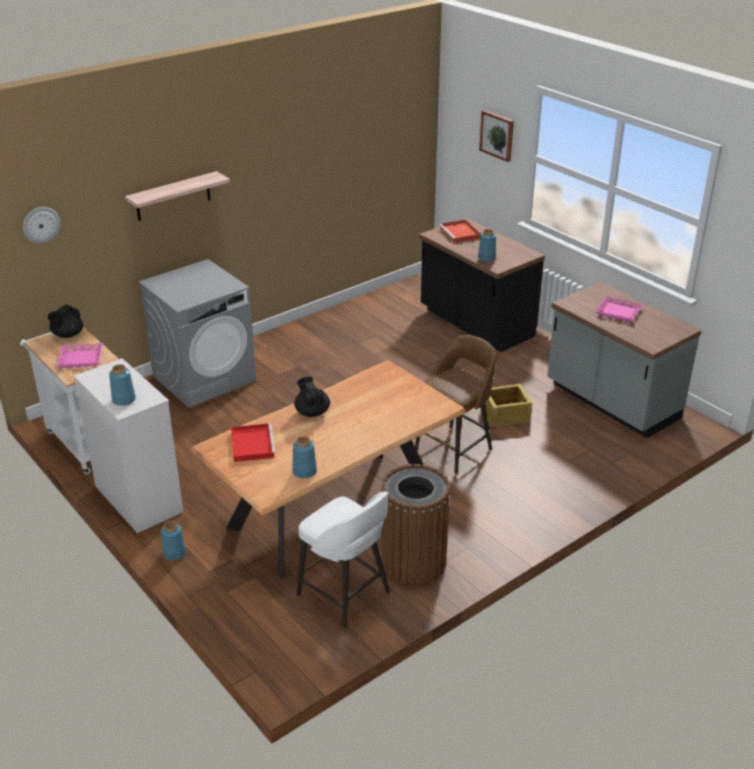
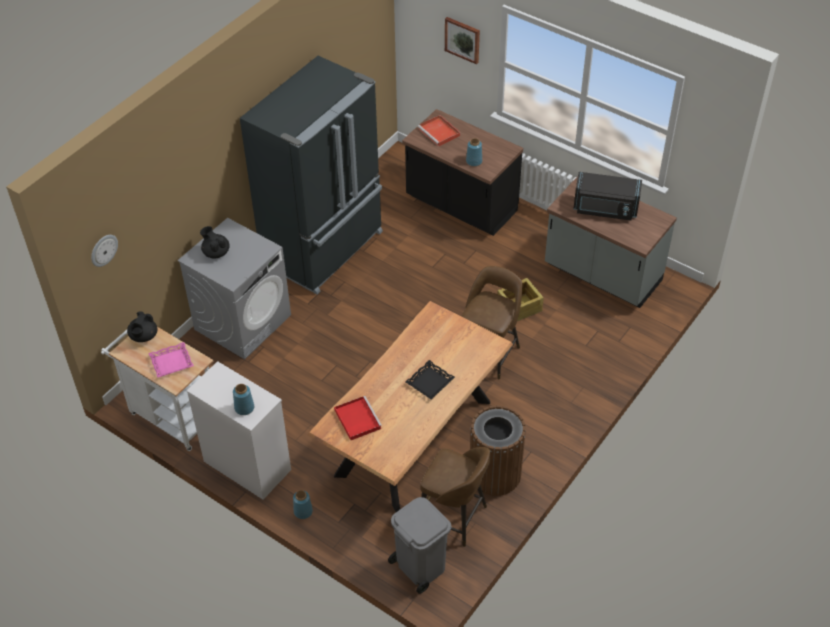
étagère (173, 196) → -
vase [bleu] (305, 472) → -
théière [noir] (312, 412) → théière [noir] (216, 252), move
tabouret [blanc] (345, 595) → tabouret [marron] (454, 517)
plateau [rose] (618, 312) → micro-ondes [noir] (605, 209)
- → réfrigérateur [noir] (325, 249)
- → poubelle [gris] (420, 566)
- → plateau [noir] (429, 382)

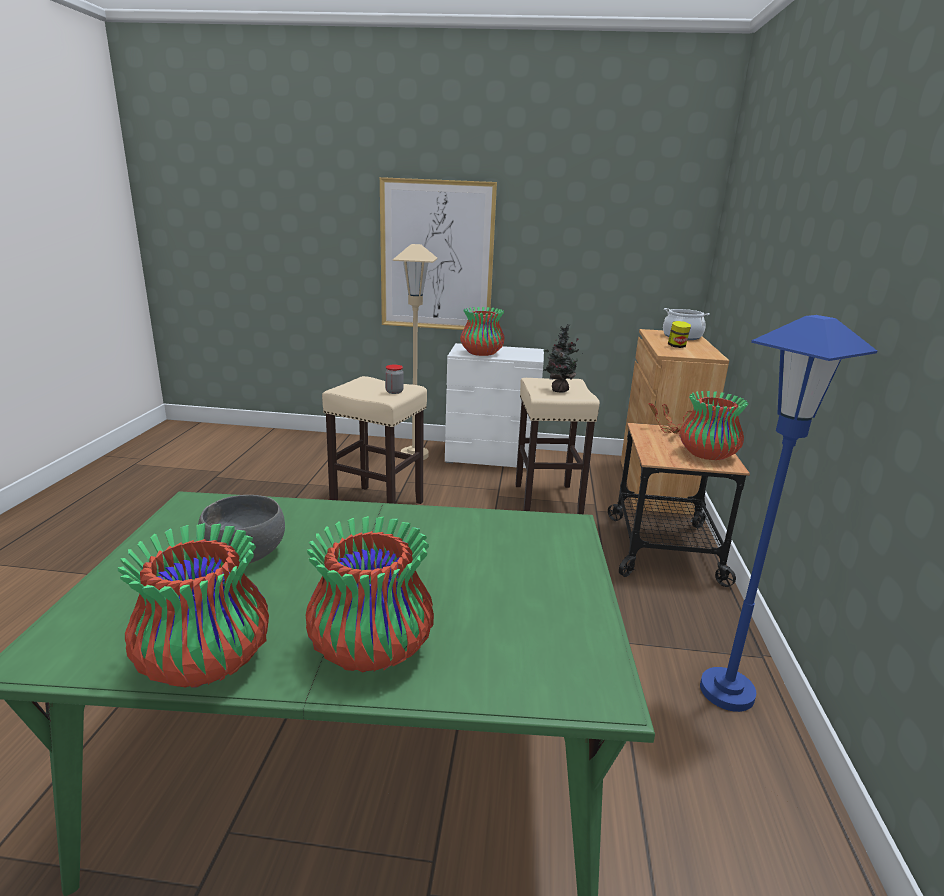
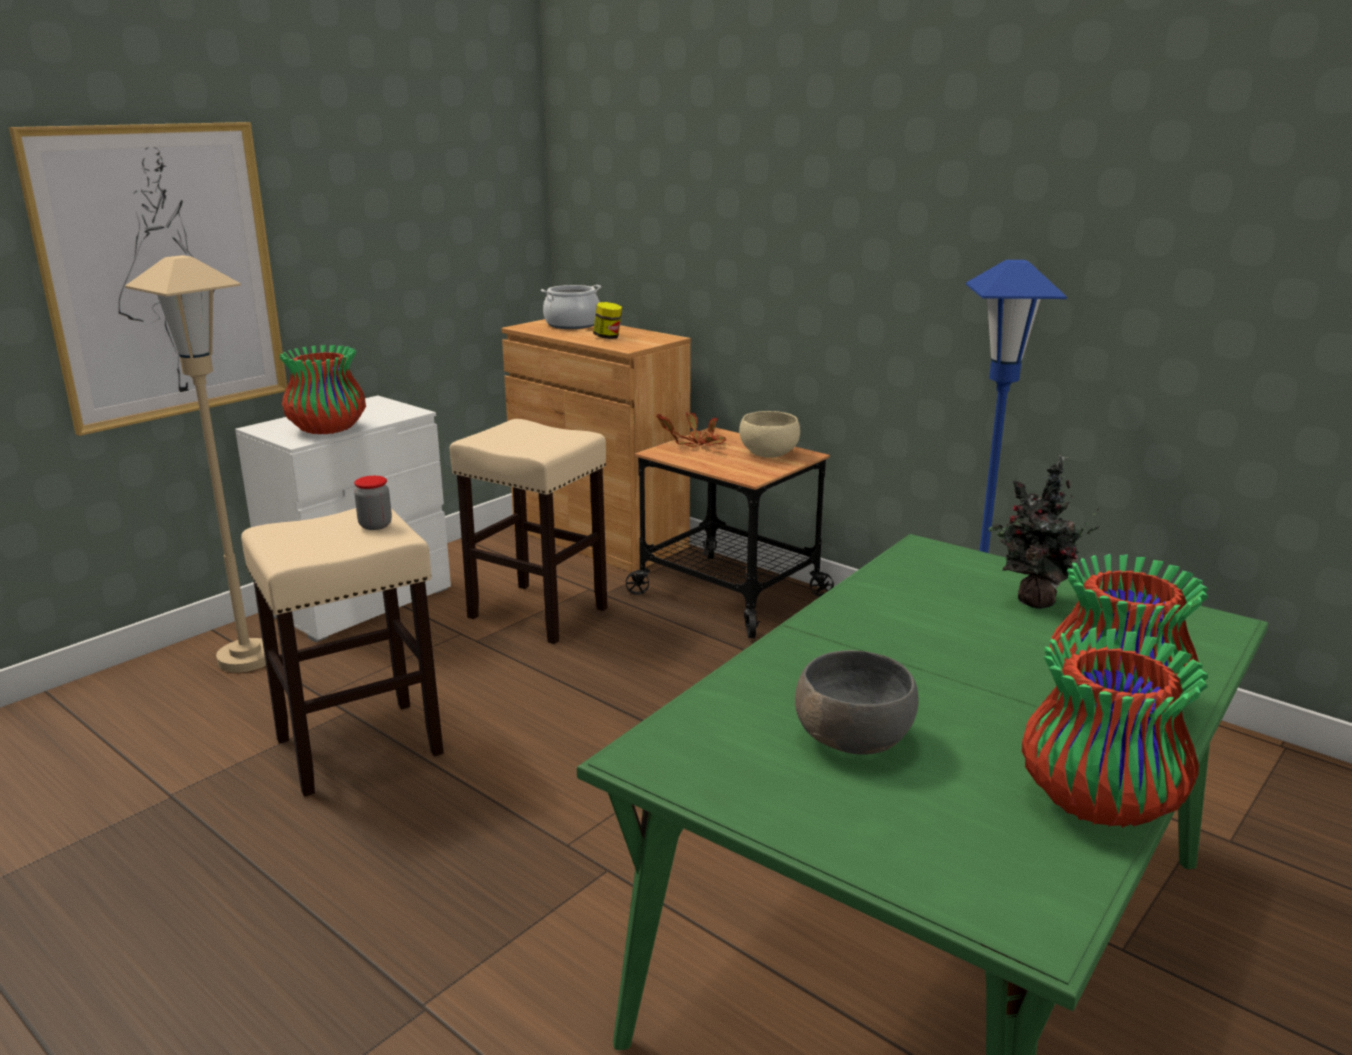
plante en pot (558, 390) → plante en pot (1033, 602), move
vase (707, 454) → bol [beige] (768, 453)

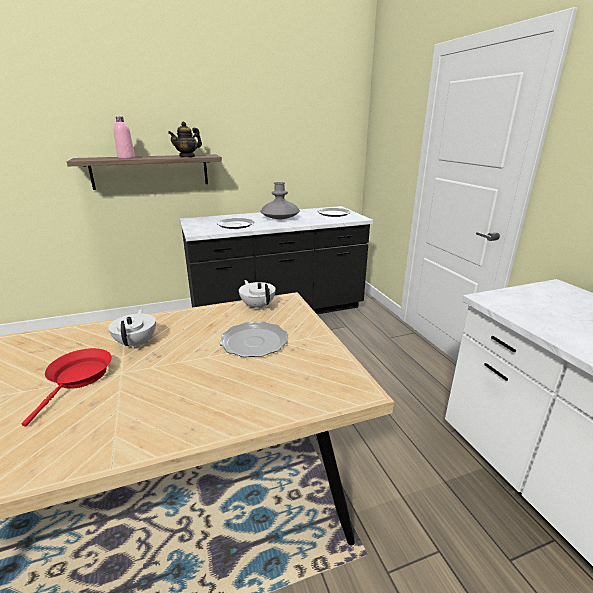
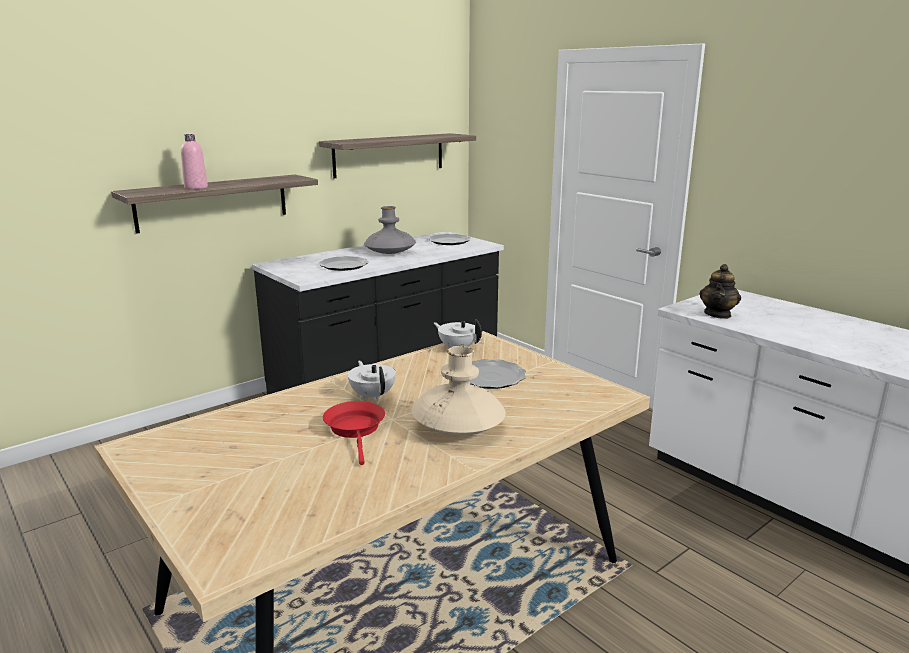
théière (187, 156) → théière (718, 314), move
- → étagère (389, 155)
- → vase [beige] (458, 427)

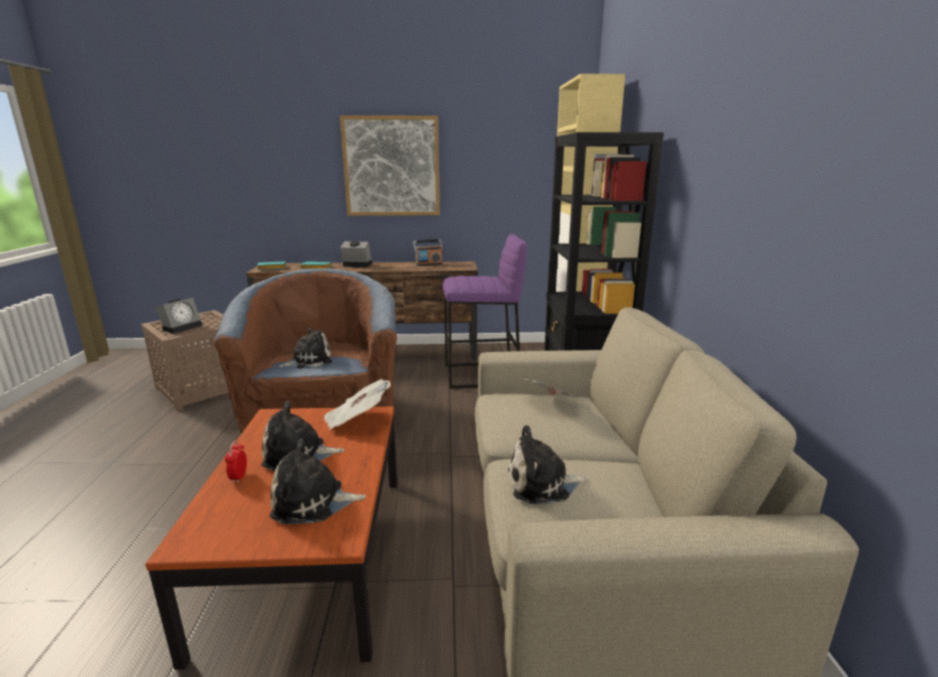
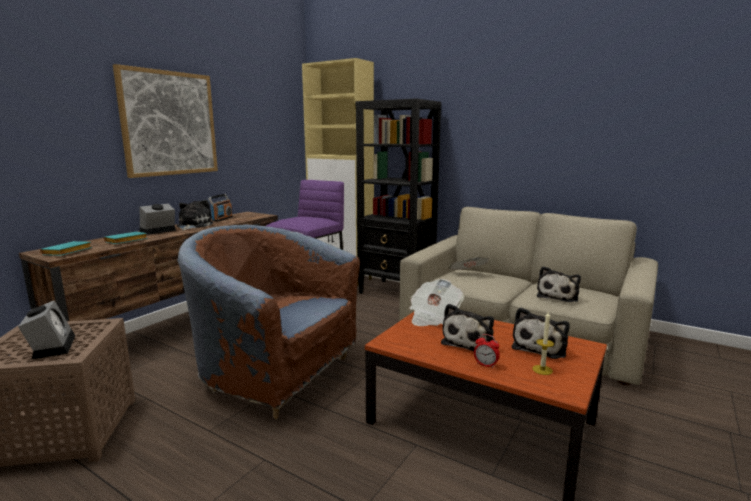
peluche (309, 361) → peluche (193, 225), move
- → bougie (542, 370)

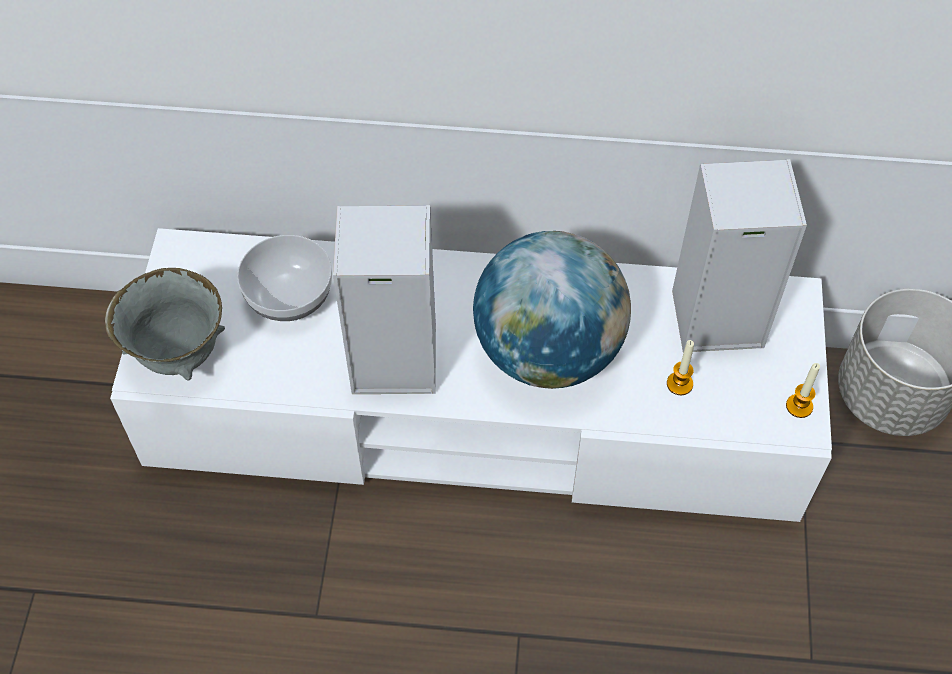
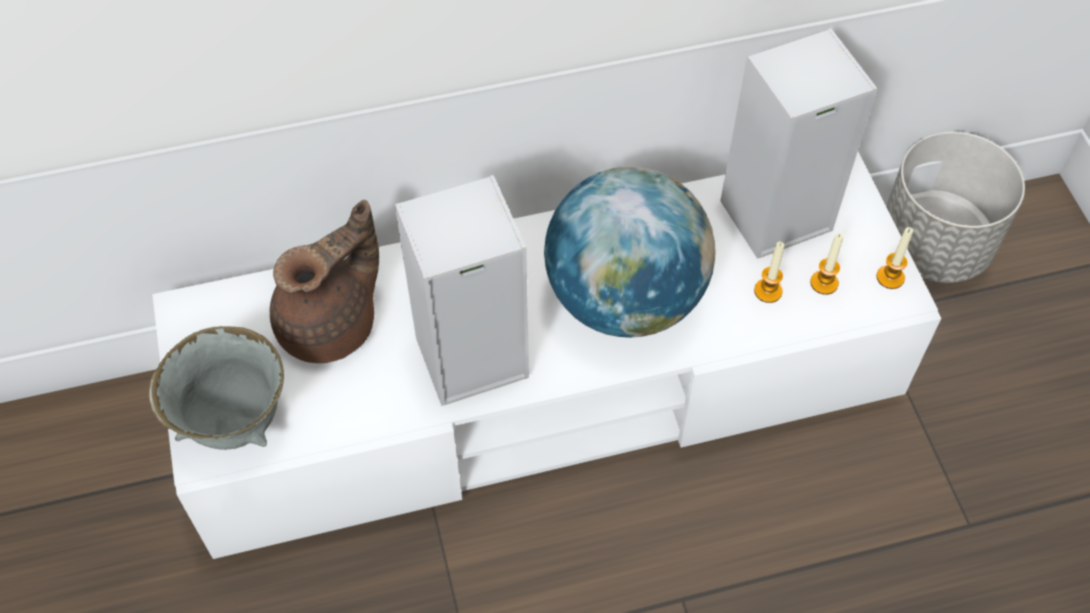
bol (290, 297) → théière [marron] (332, 324)
- → bougie (824, 283)

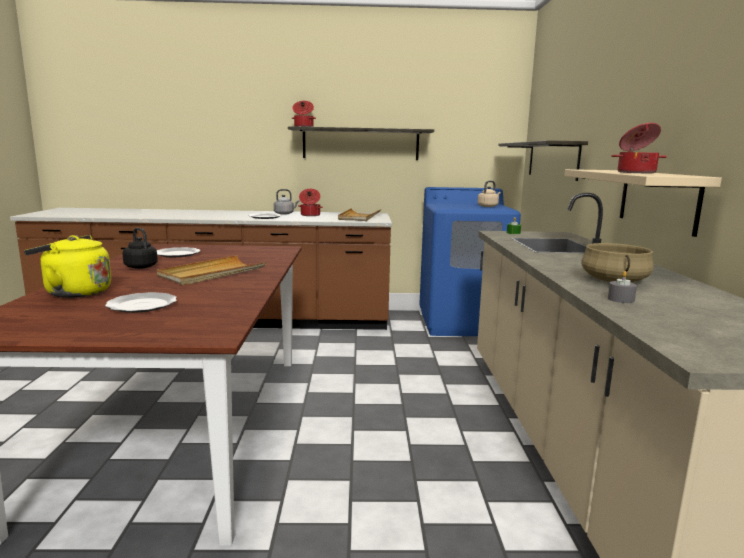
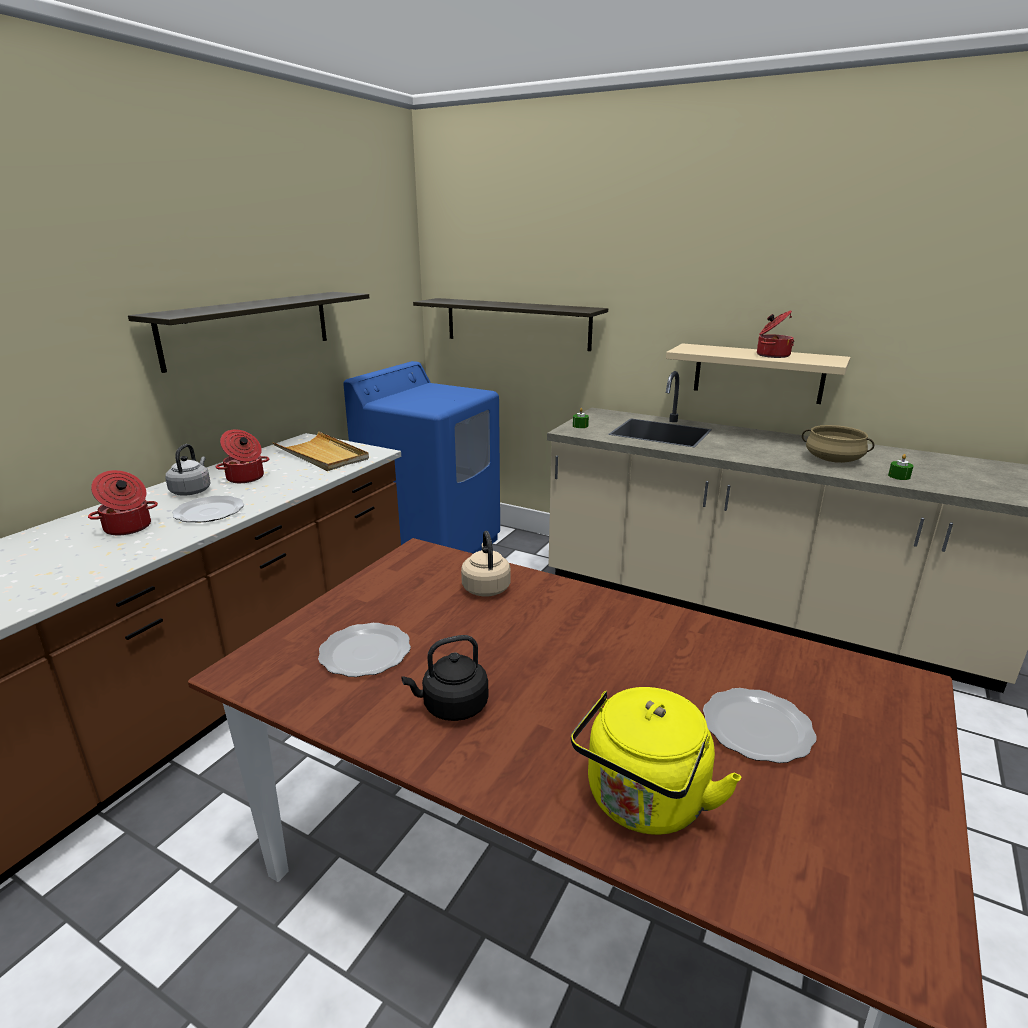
plateau [beige] (212, 273) → -
marmite (303, 127) → marmite (128, 528), move
bouilloire [beige] (488, 206) → bouilloire [beige] (486, 587), move
bougie [gris] (621, 299) → bougie [vert] (899, 476)

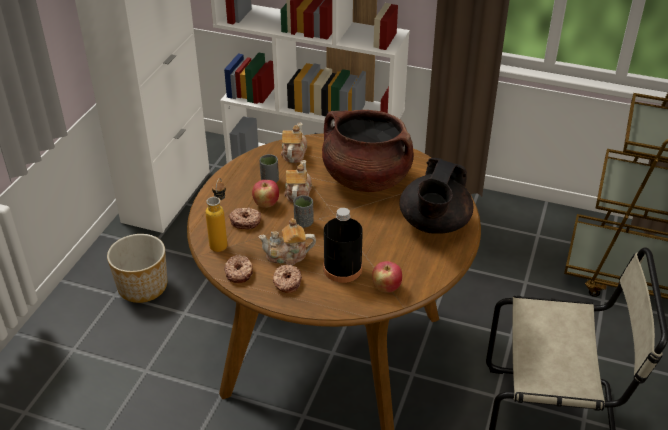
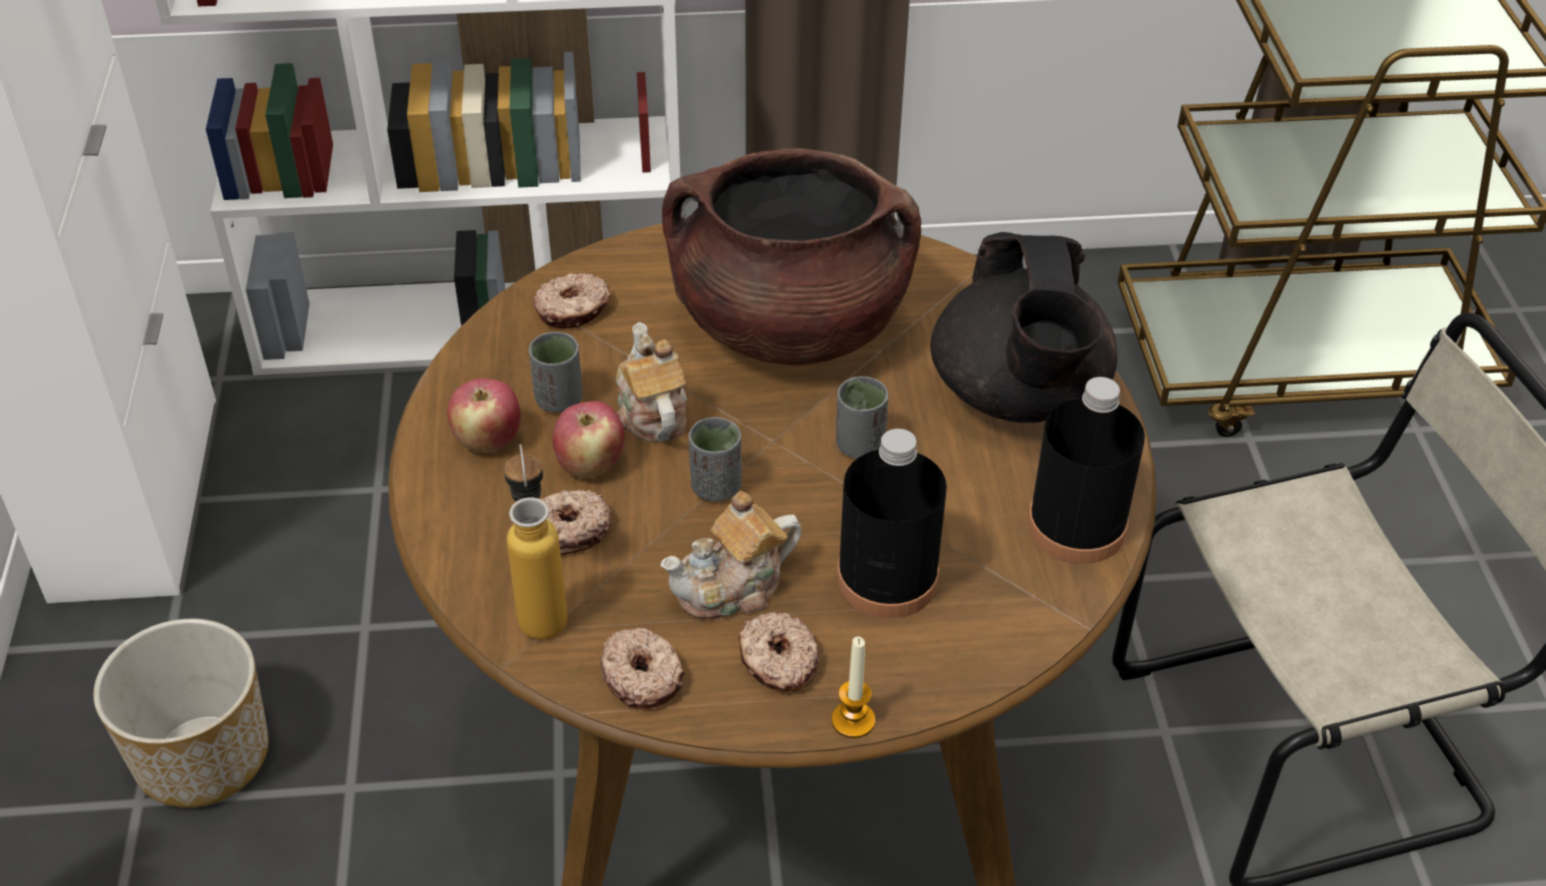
théière (294, 153) → beignet (573, 310)
pomme (386, 287) → pomme (487, 441), move
- → bougie (853, 720)
- → tasse [gris] (859, 445)
- → bouteille [noir] (1076, 526)

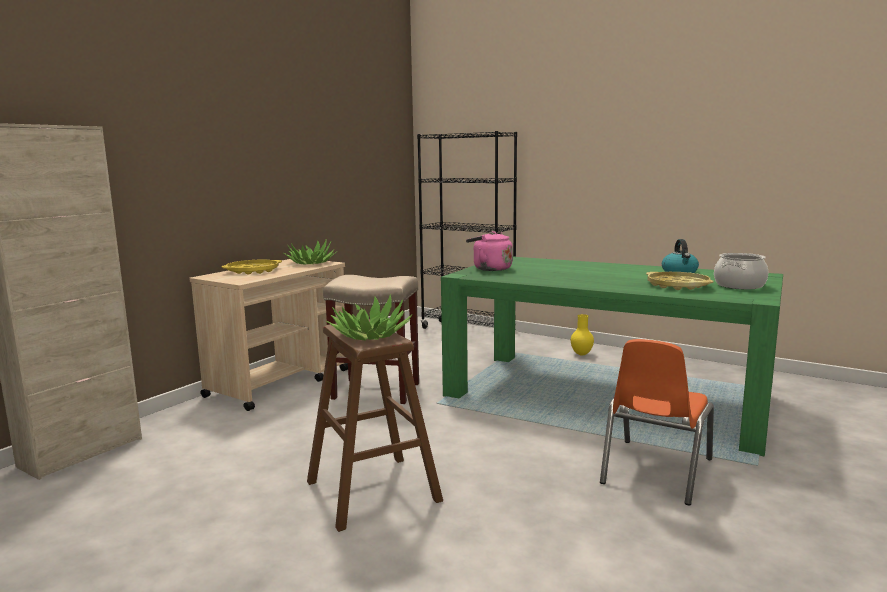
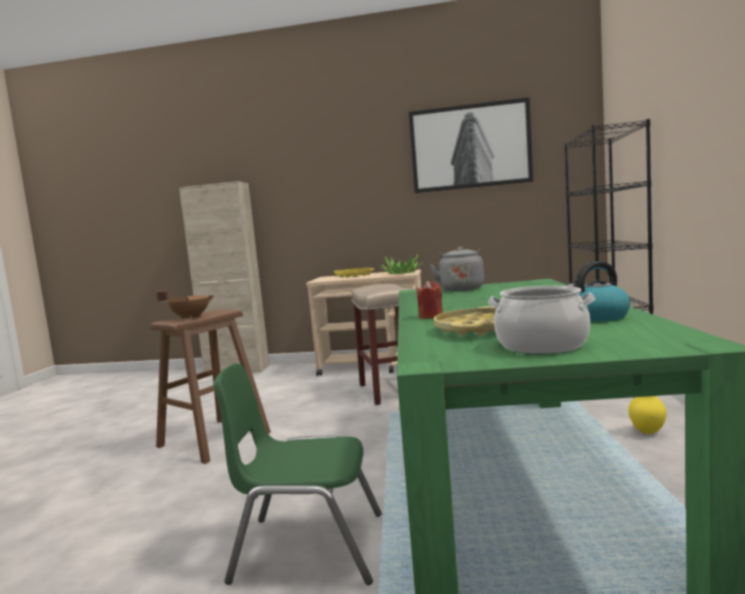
plante en pot (370, 335) → marmite [marron] (190, 317)
bouilloire [rose] (489, 269) → bouilloire [gris] (461, 289)
chaise [orange] (655, 471) → chaise [vert] (308, 547)
- → tableau (470, 146)
- → bougie [rouge] (430, 316)

